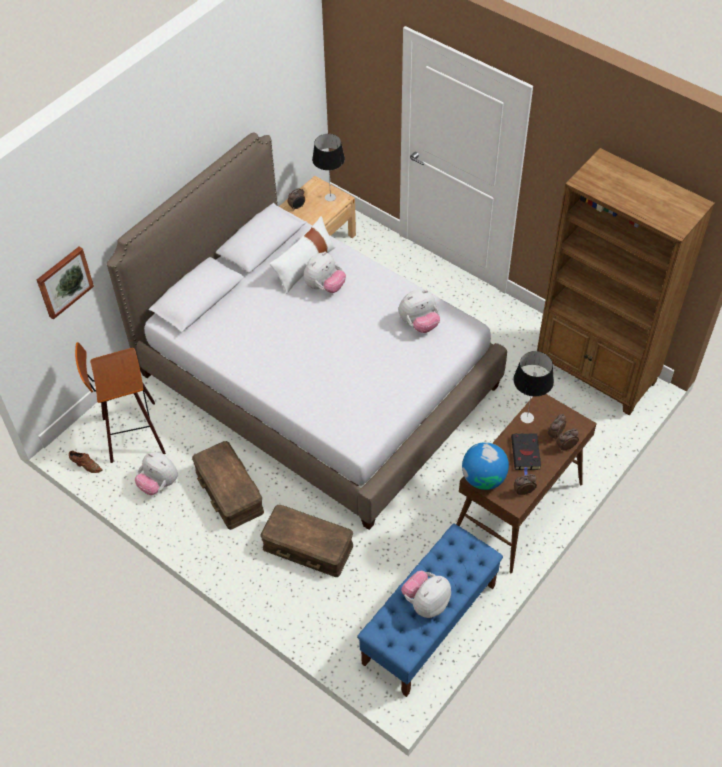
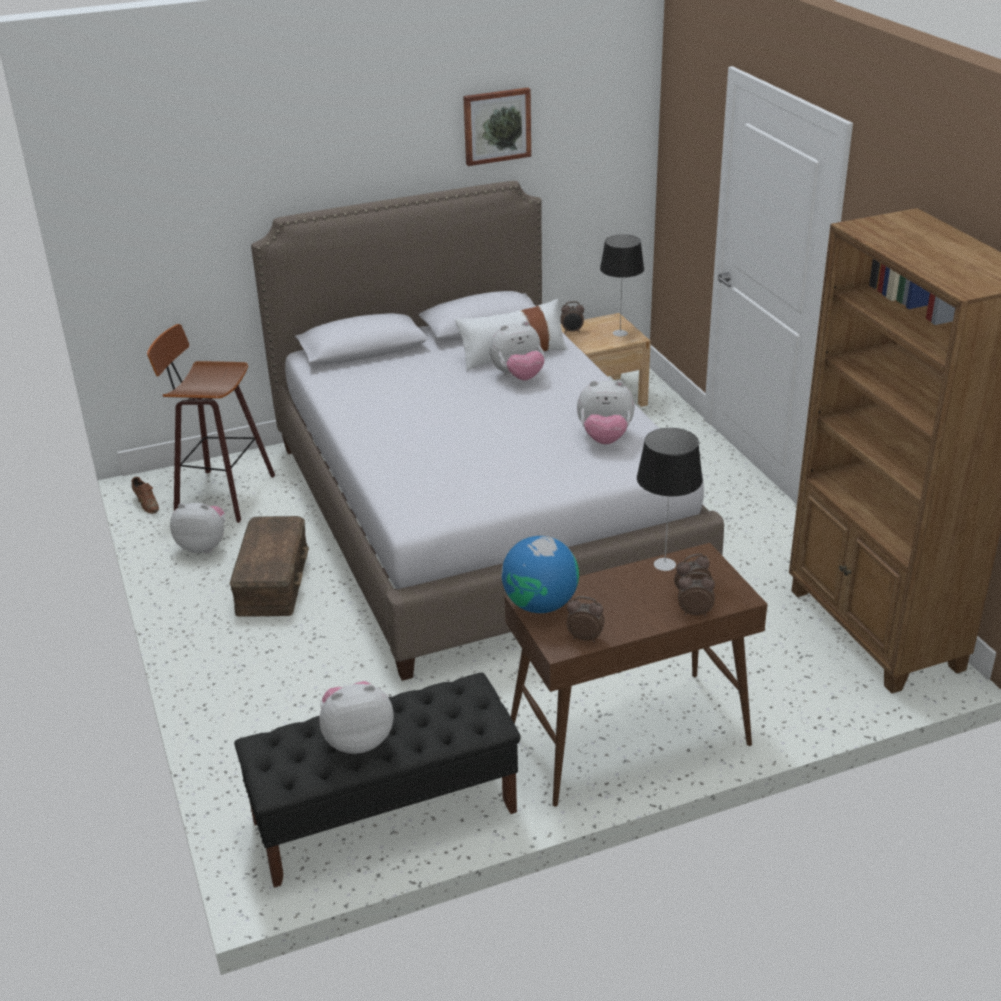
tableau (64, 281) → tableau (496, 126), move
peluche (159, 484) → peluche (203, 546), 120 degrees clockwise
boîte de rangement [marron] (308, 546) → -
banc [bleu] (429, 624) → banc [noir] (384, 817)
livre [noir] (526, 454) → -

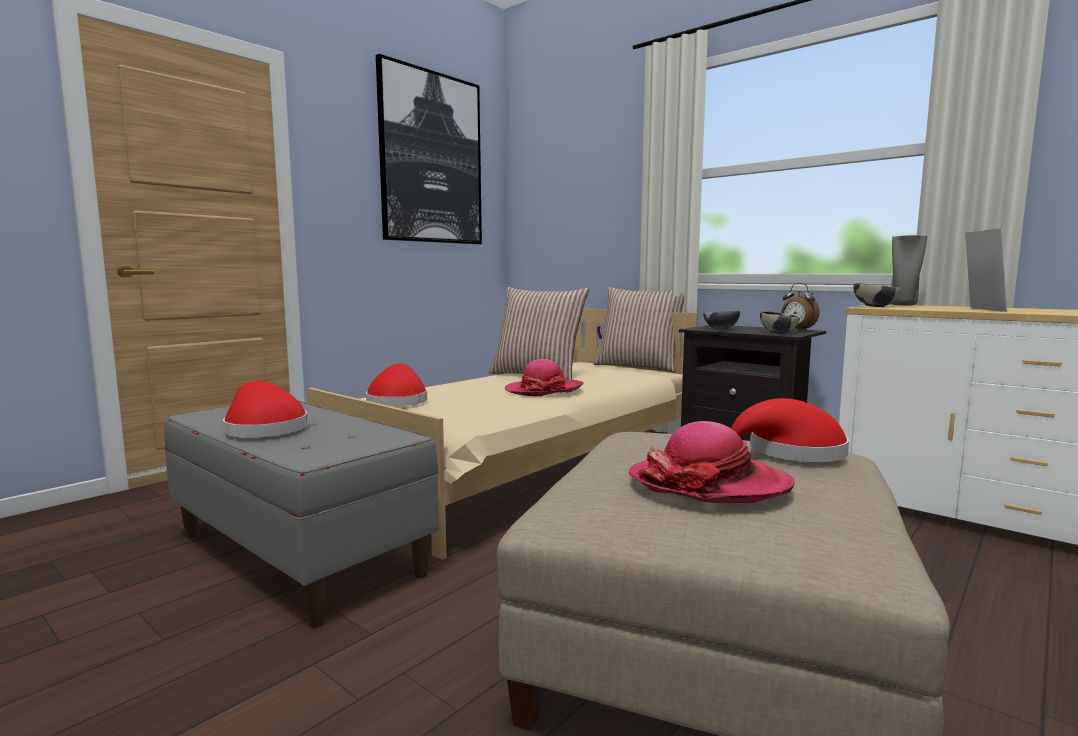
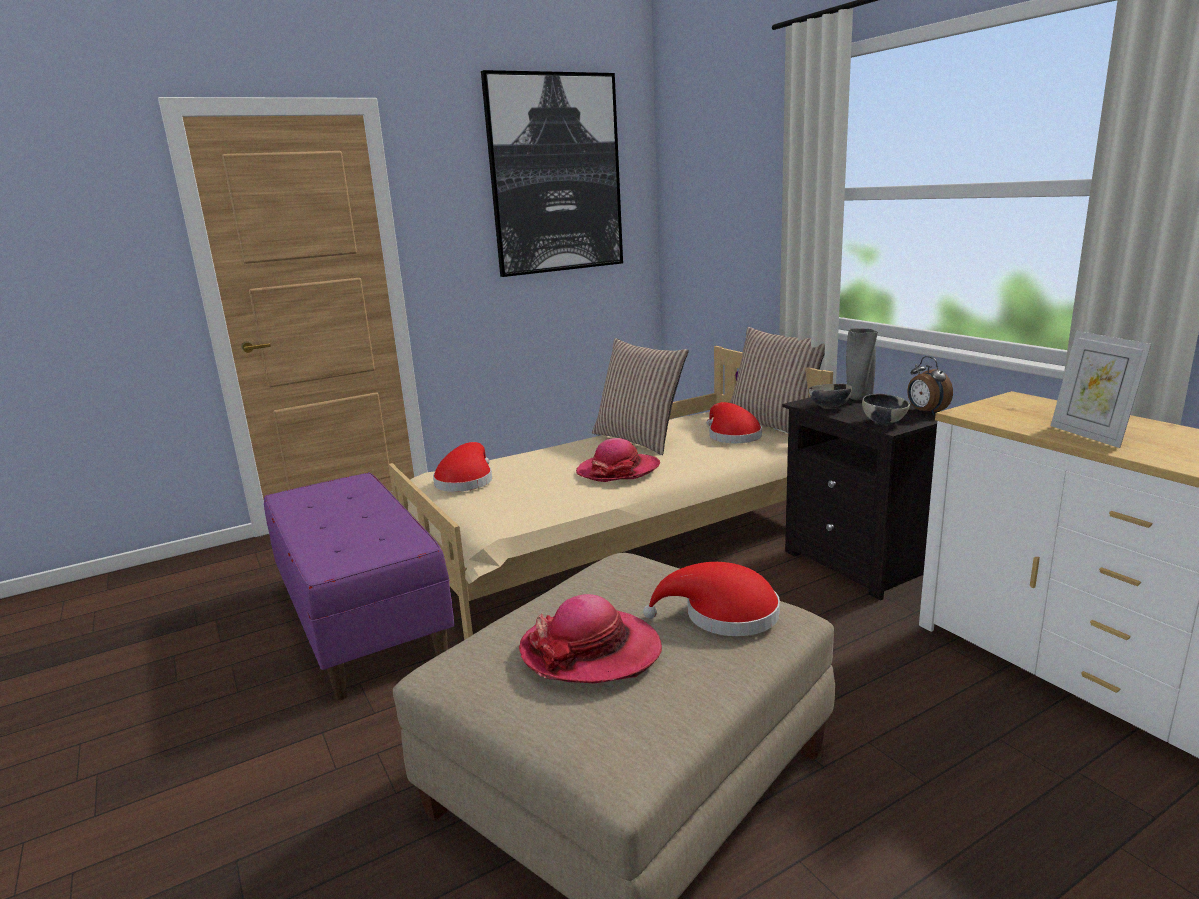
banc [gris] (299, 553) → banc [violet] (363, 623)
chapeau [rouge] (263, 429) → chapeau [rouge] (732, 436), move
bol (874, 307) → -
vase [gris] (903, 305) → vase [gris] (858, 398), move
cadre photo (980, 309) → cadre photo (1090, 435), 135 degrees clockwise

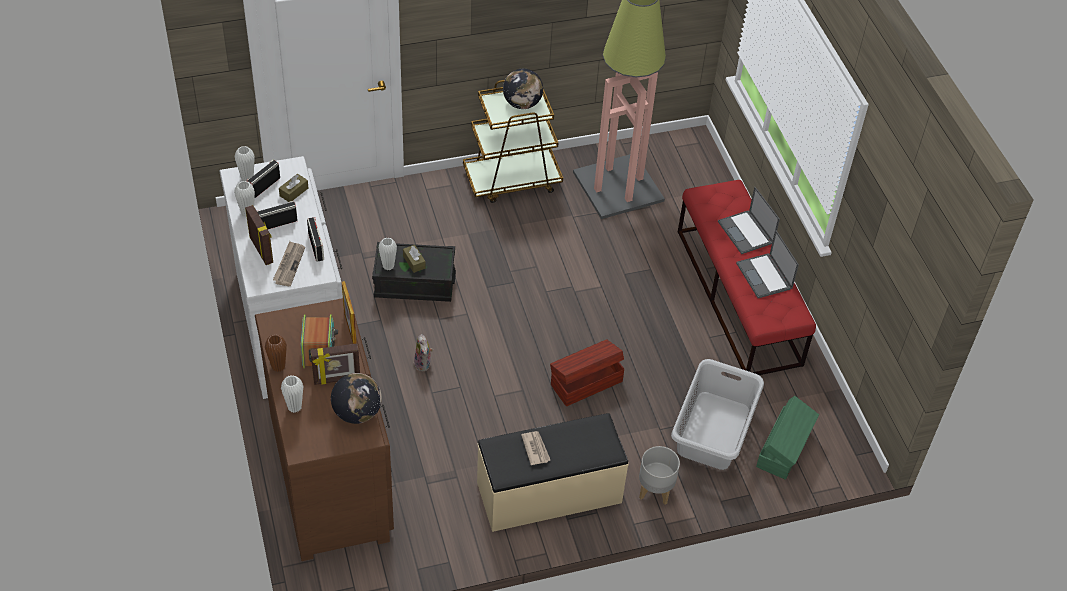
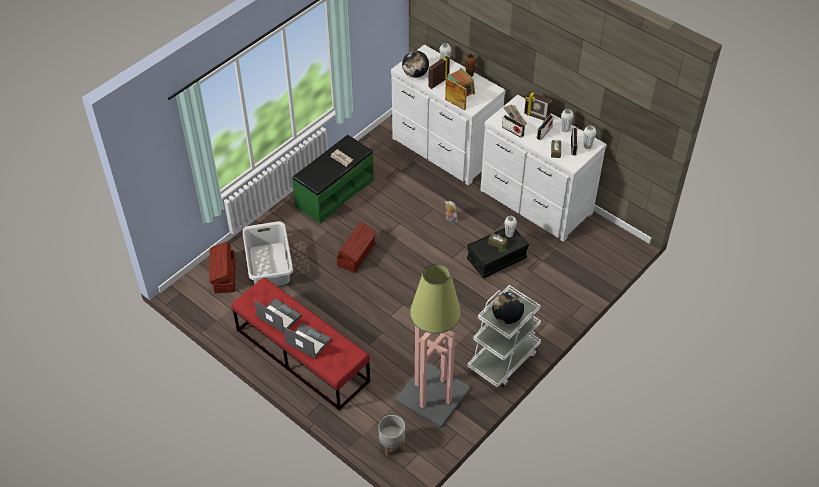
commode [marron] (332, 475) → commode [blanc] (444, 150)
chariot [marron] (512, 180) → chariot [blanc] (503, 359)
banc [beige] (549, 493) → banc [vert] (334, 193)
cache-pot [gris] (655, 490) → cache-pot [gris] (392, 445), move
boîte de rangement [vert] (784, 448) → boîte de rangement [marron] (224, 276)

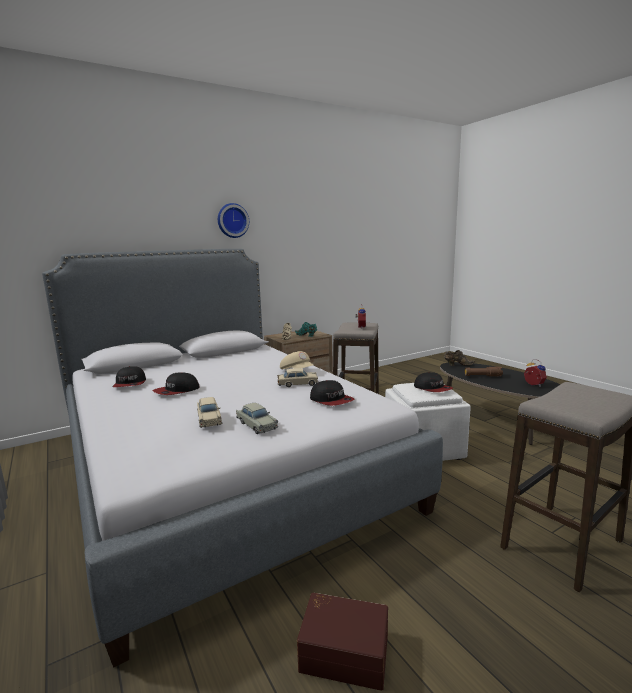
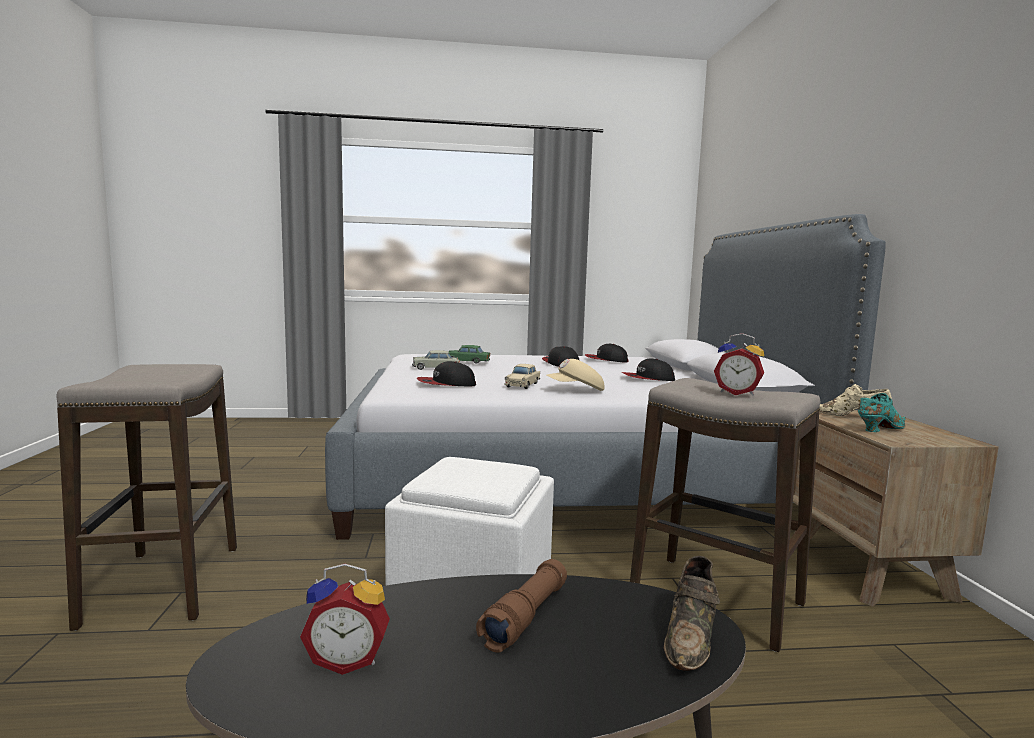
petite voiture [beige] (209, 419) → petite voiture [vert] (467, 361)
horloge murale (232, 220) → -
boîte de rangement [marron] (344, 650) → -
casquette (433, 388) → casquette (647, 379), move

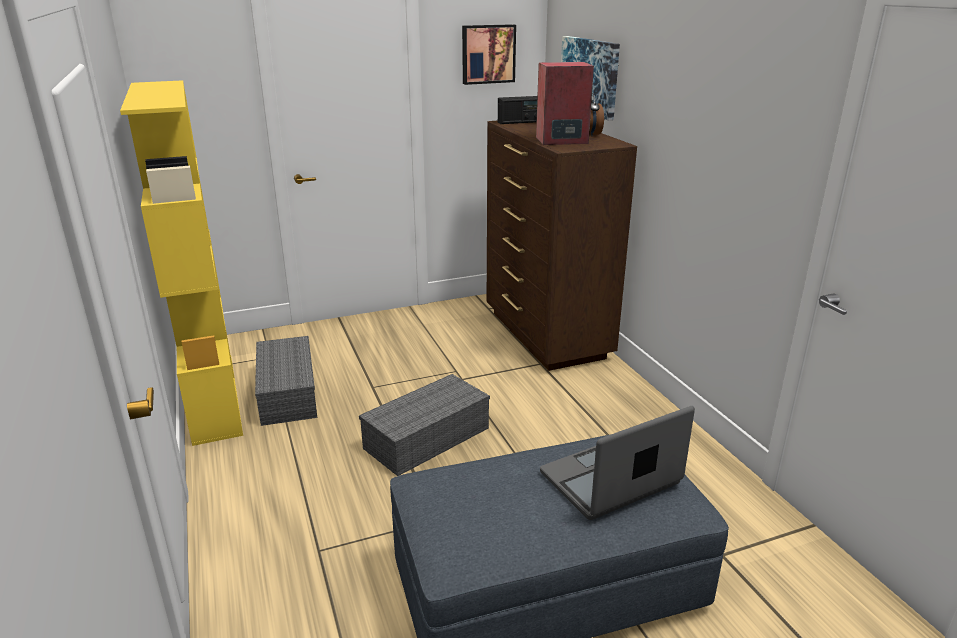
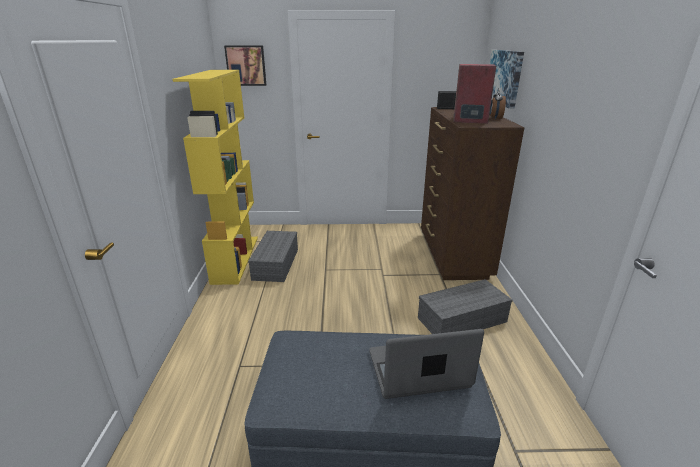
boîte de rangement [gris] (426, 439) → boîte de rangement [gris] (461, 320), move
tableau (488, 54) → tableau (246, 65), move

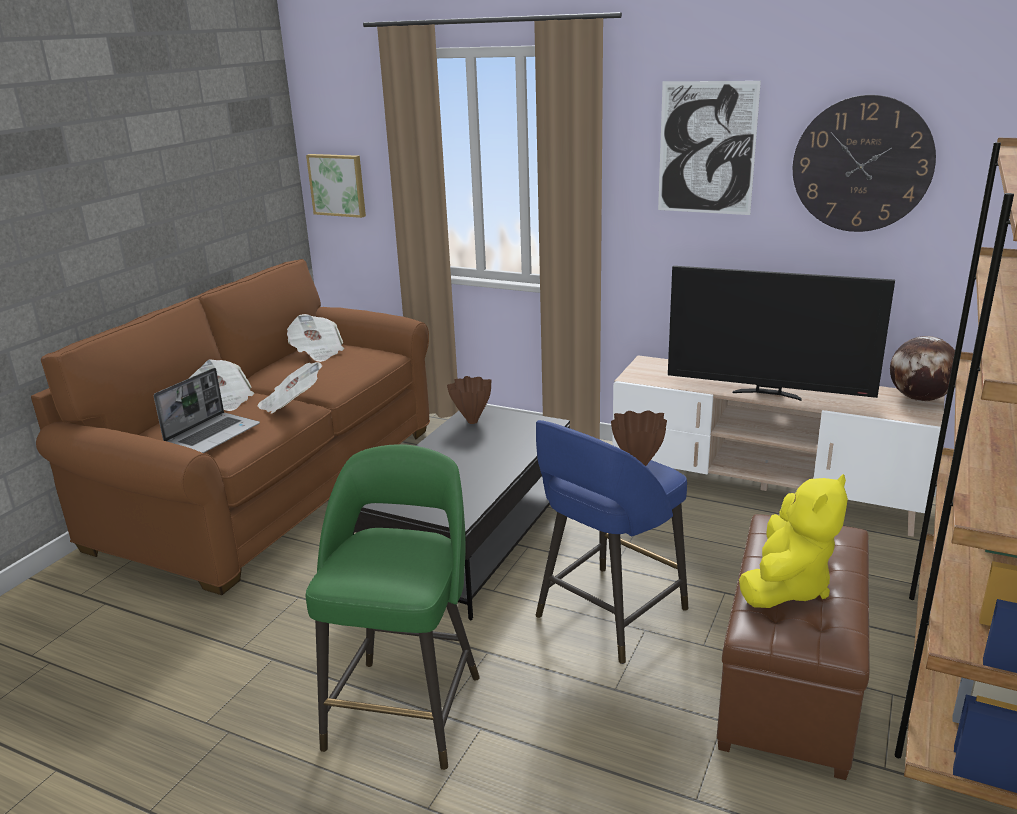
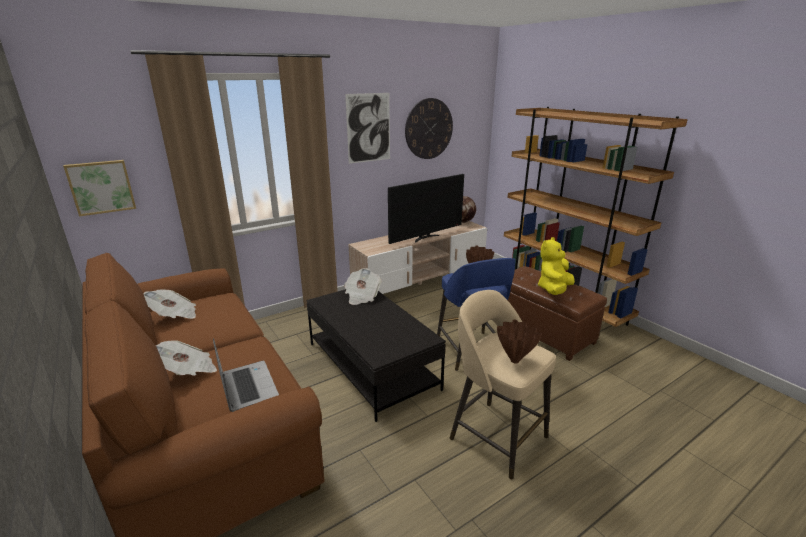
journal (291, 404) → journal (362, 296), move
tabouret [vert] (406, 708) → tabouret [beige] (496, 436)
vase [marron] (472, 421) → vase [marron] (514, 360), move
peluche [jaune] (786, 586) → peluche [jaune] (554, 289), 120 degrees counterclockwise

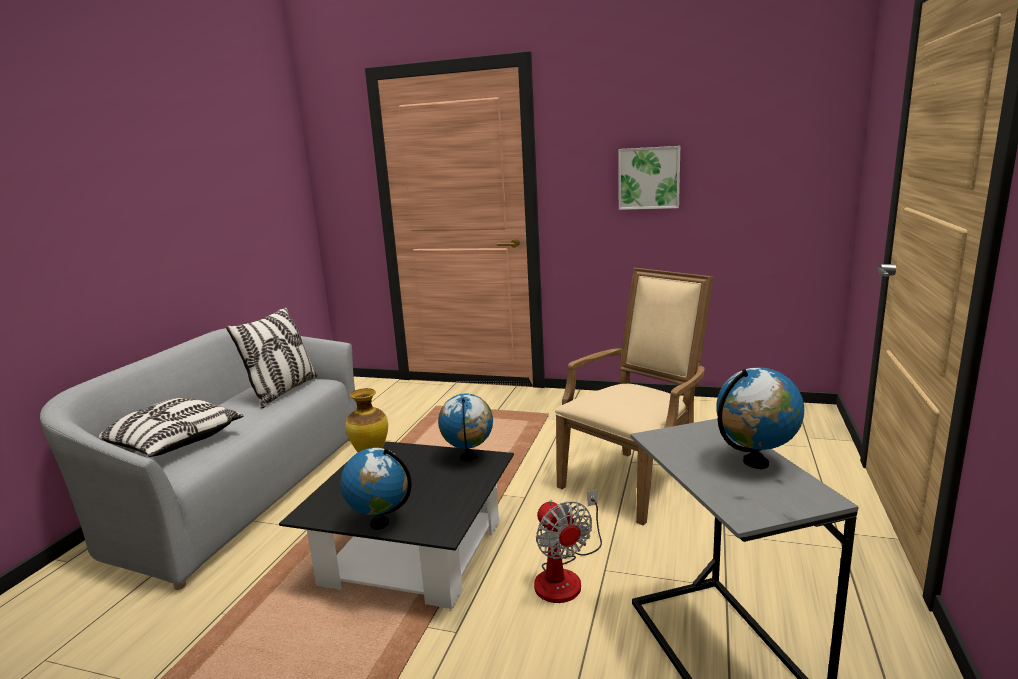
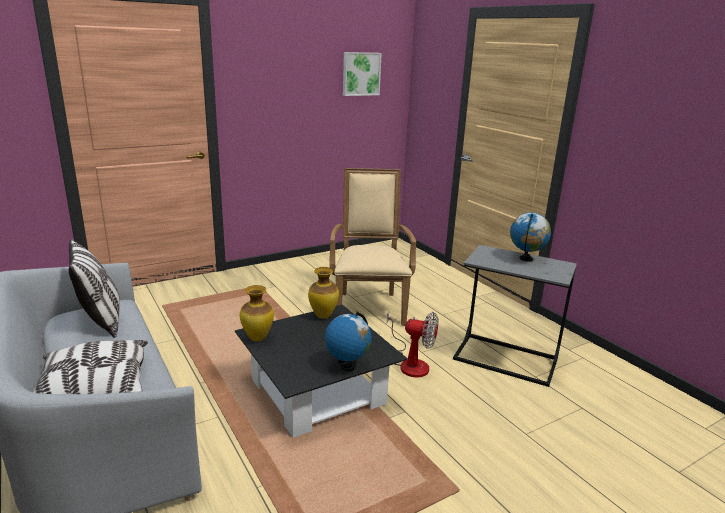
globe (469, 457) → vase (323, 315)
tableau (649, 178) → tableau (360, 74), move

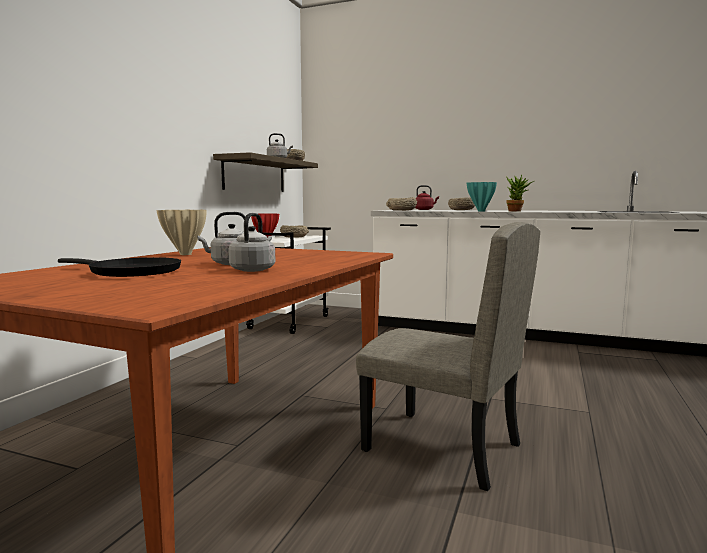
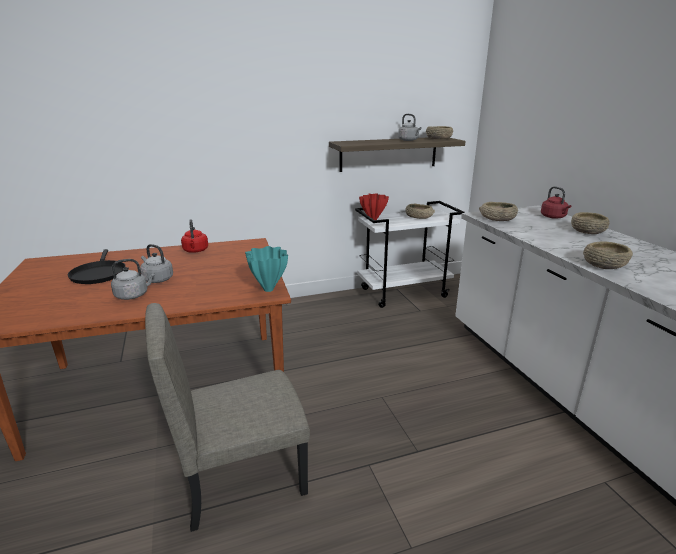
vase [beige] (185, 254) → bouilloire [rouge] (195, 251)
chaise [beige] (441, 448) → chaise [beige] (242, 476), 75 degrees clockwise
vase [turquoise] (480, 211) → vase [turquoise] (269, 289), move
plante en pot (517, 211) → bol [beige] (604, 265)

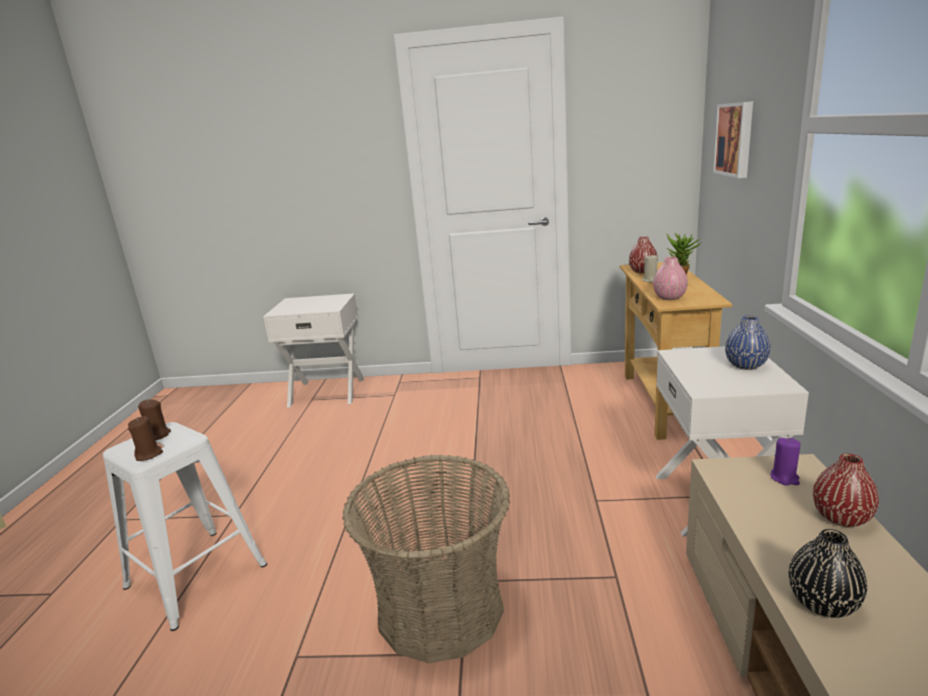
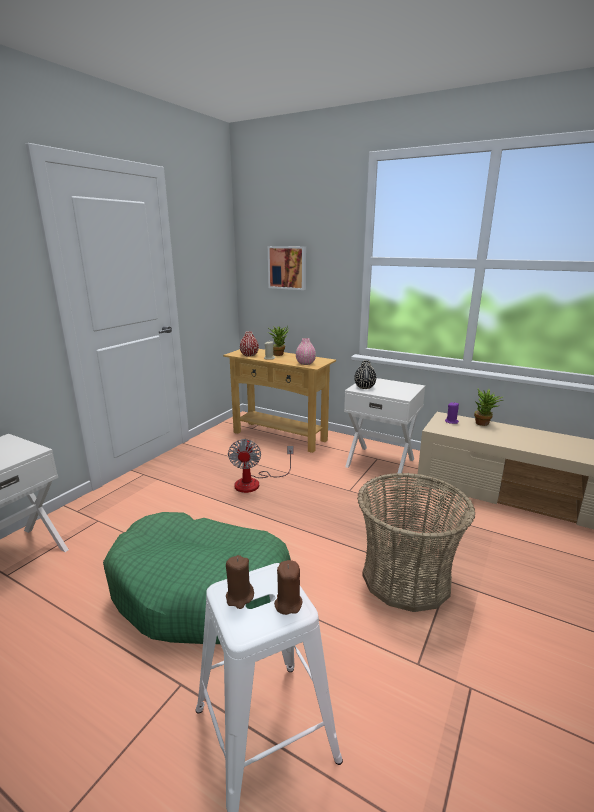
vase [bleu] (745, 365) → -
vase [noir] (822, 603) → vase [noir] (364, 387), move
vase [rouge] (841, 517) → plante en pot (484, 424)
- → panier pour chien [vert] (201, 589)
- → ventilateur (255, 482)

